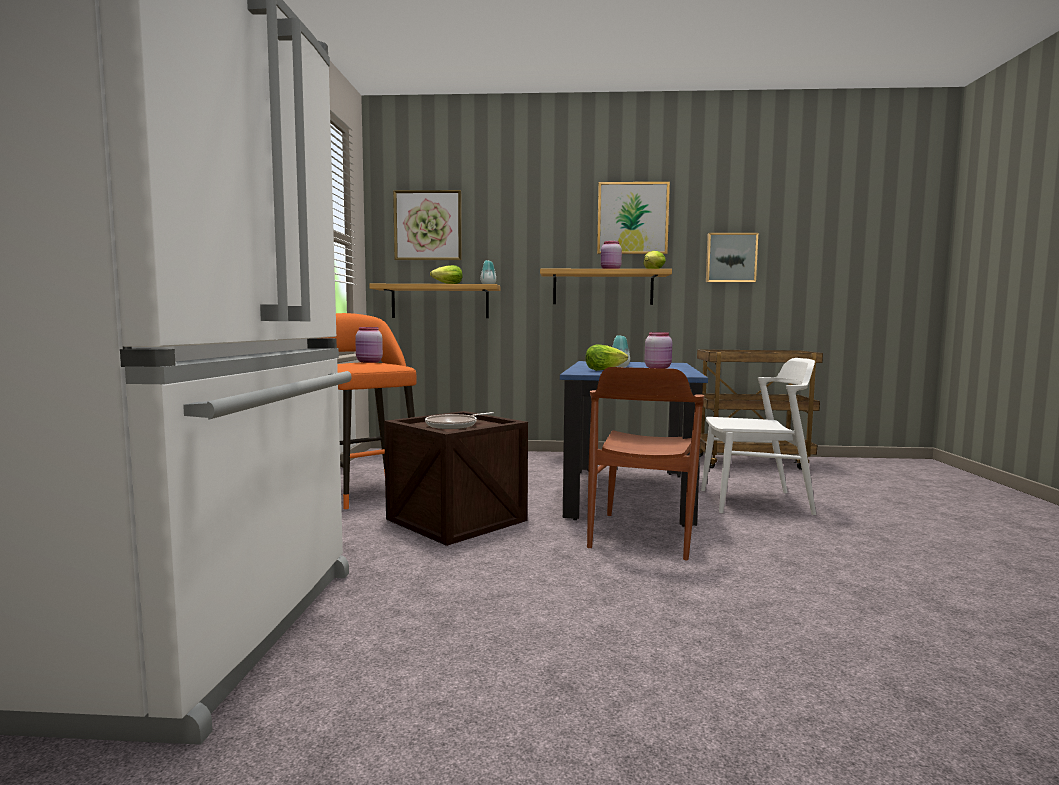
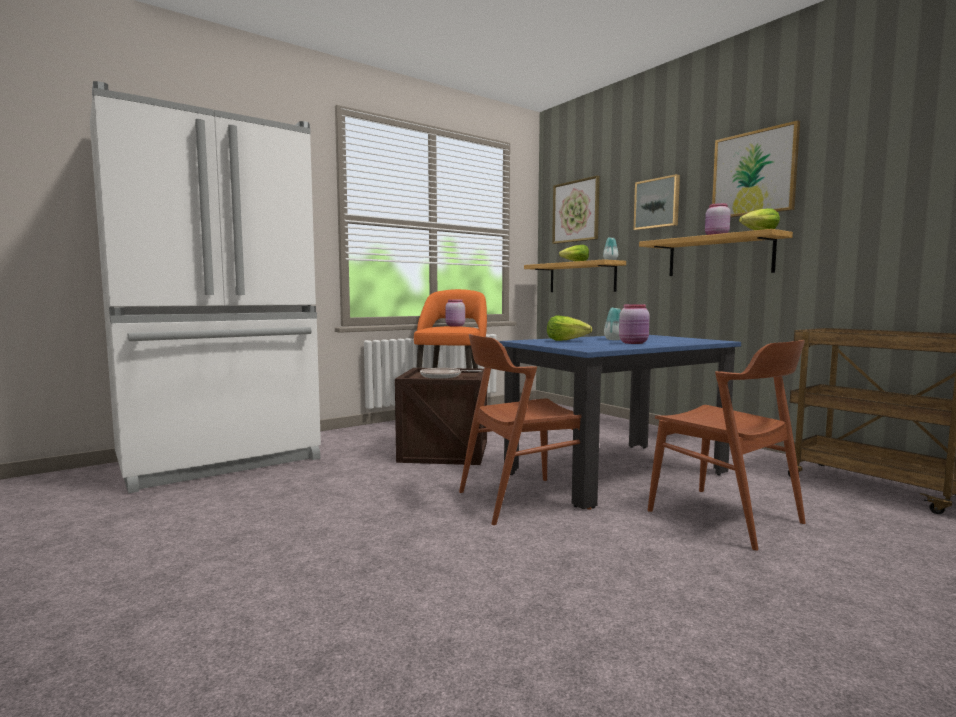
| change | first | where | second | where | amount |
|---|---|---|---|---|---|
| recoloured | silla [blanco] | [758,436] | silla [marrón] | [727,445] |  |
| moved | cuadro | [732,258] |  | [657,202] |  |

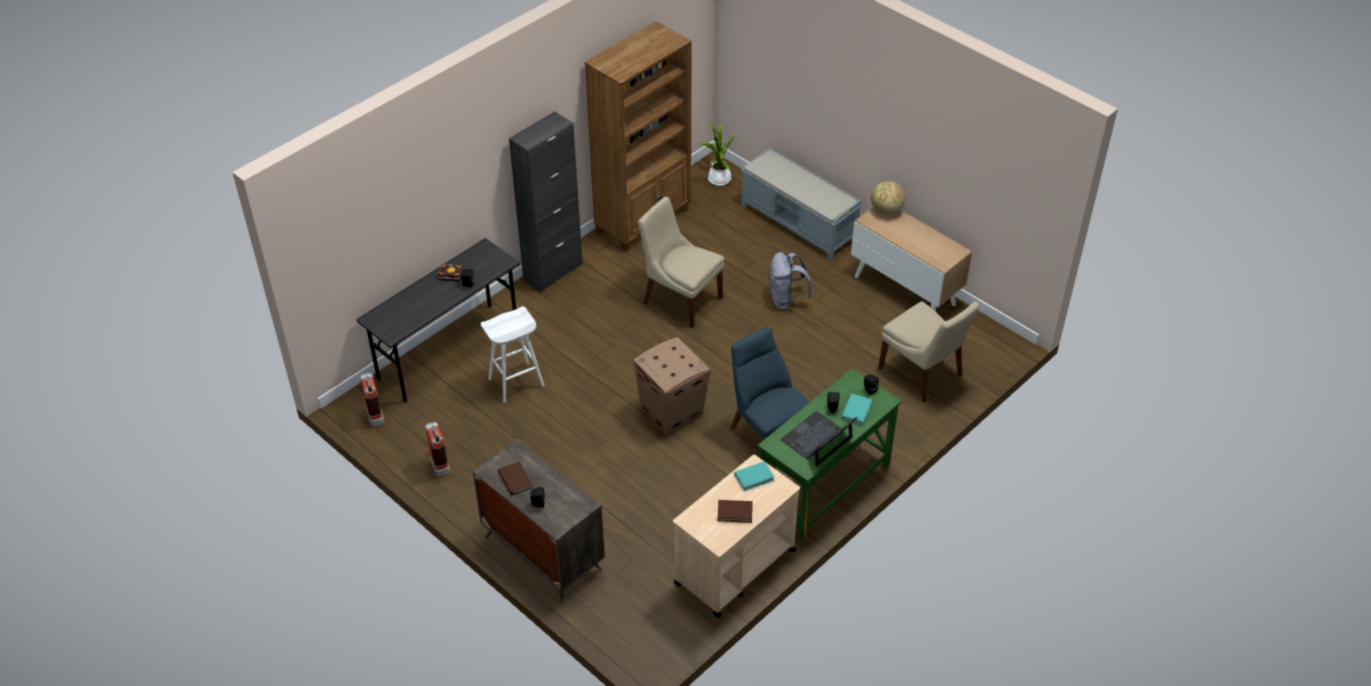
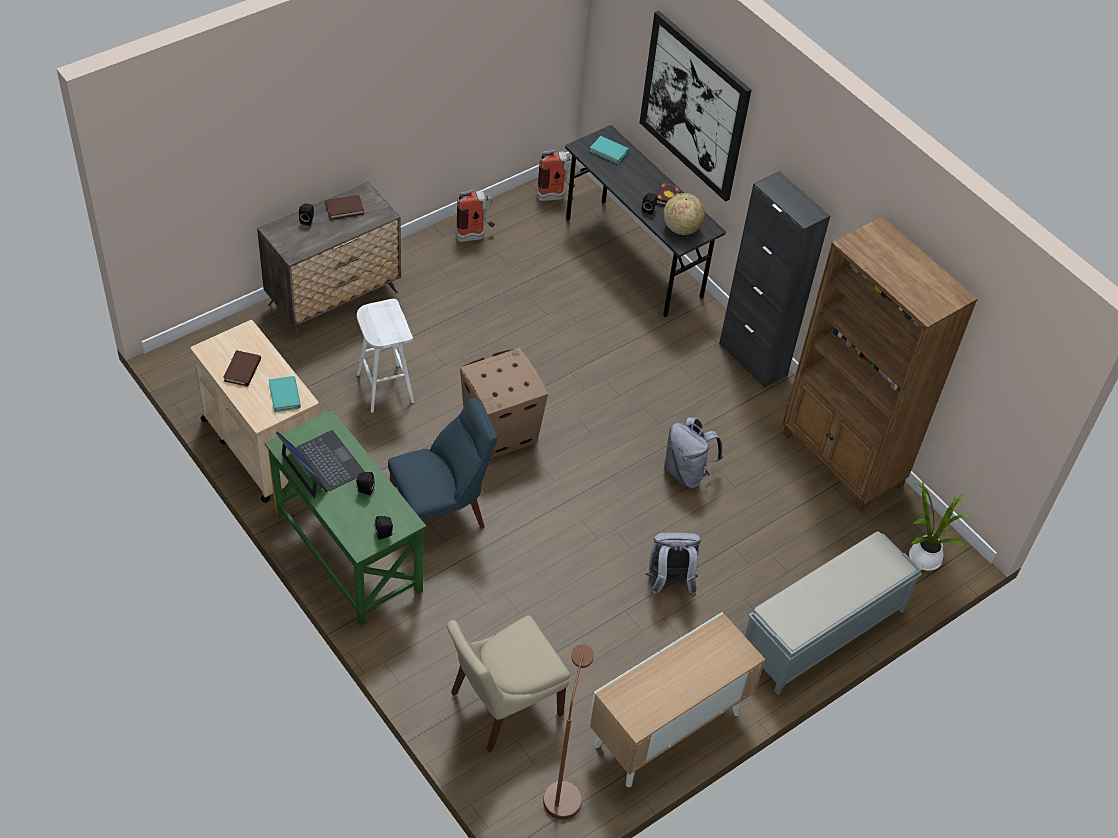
| change | first | where | second | where | amount |
|---|---|---|---|---|---|
| moved | taburete [blanco] | [513,354] |  | [385,356] |  |
| replaced | silla [beis] | [681,262] | mochila [gris] | [693,452] |  |
| moved | libro [turquesa] | [856,409] |  | [609,150] |  |
| moved | globo terráqueo | [888,198] |  | [684,214] |  |
| added |  |  | lámpara de pie [marrón] | [568,731] |  |
| added |  |  | cuadro | [695,106] |  |

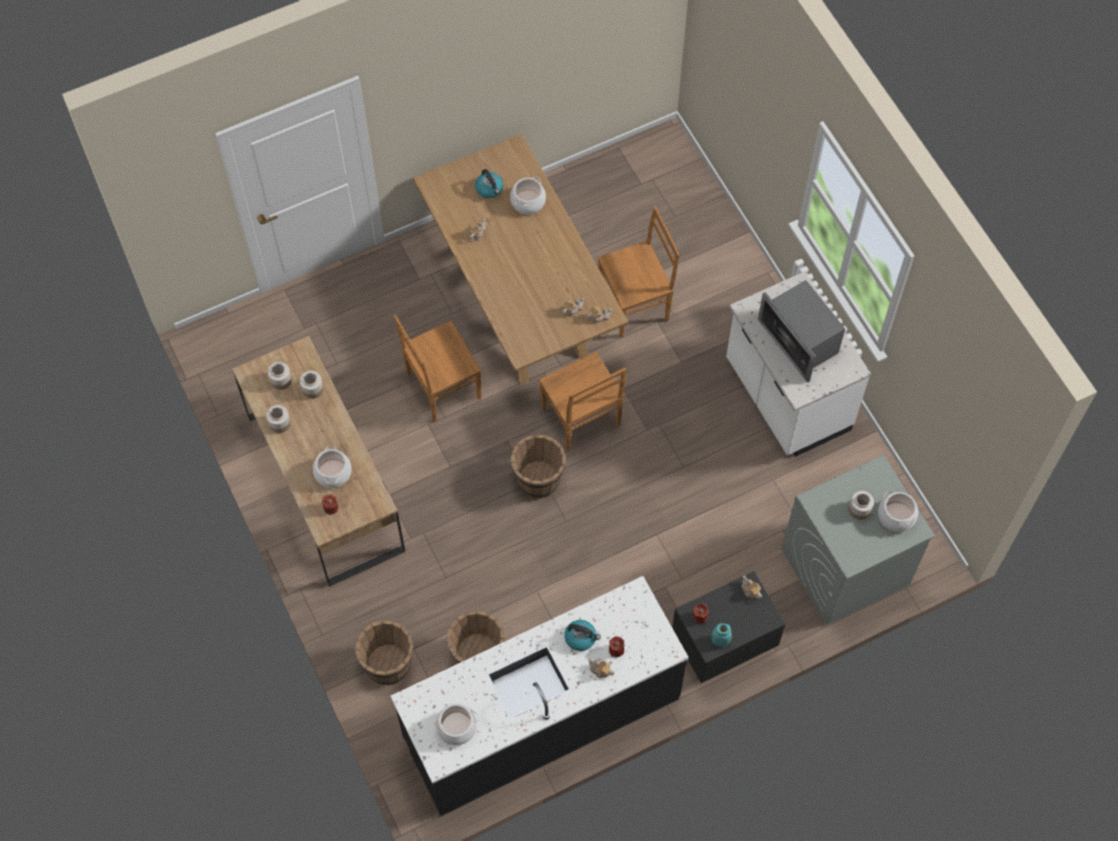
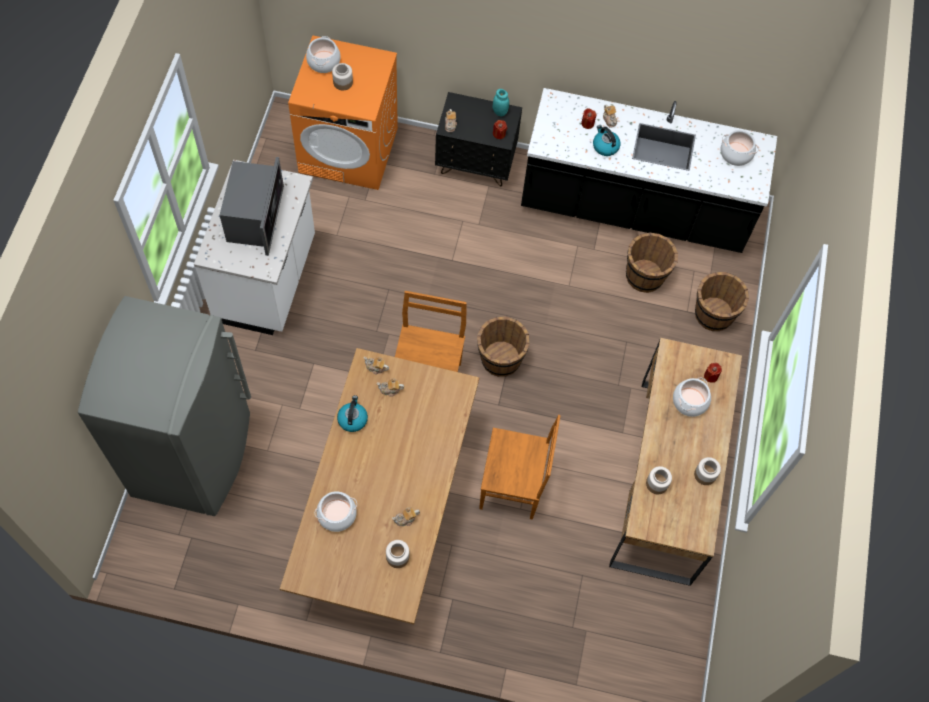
| change | first | where | second | where | amount |
|---|---|---|---|---|---|
| moved | tarro | [280,376] |  | [397,554] |  |
| moved | hervidor | [489,183] |  | [352,413] |  |
| removed | silla [marrón] | [638,271] |  |  |  |
| recoloured | lavadora [gris] | [858,540] | lavadora [naranja] | [343,112] |  |
| added |  |  | nevera [gris] | [164,406] |  |

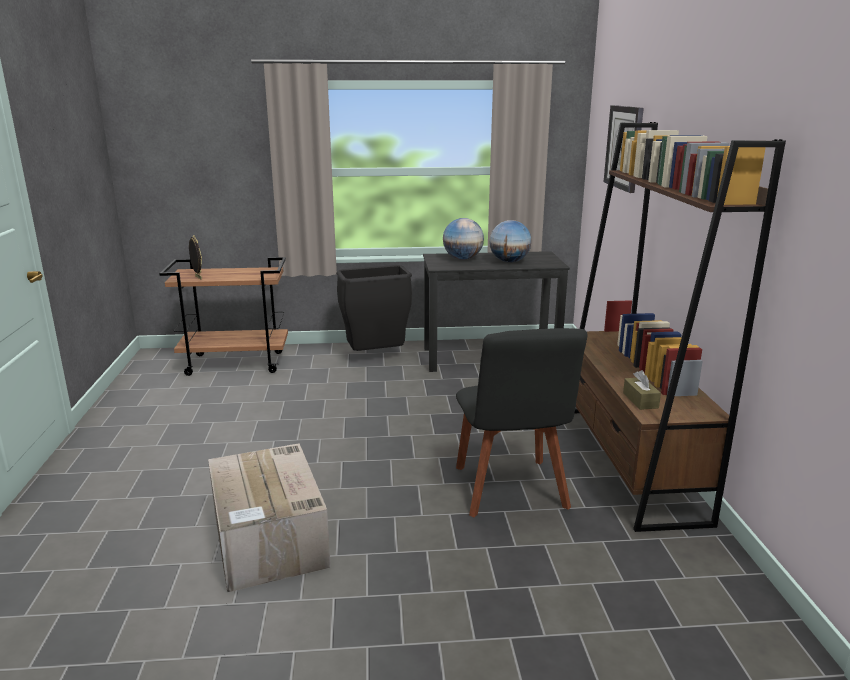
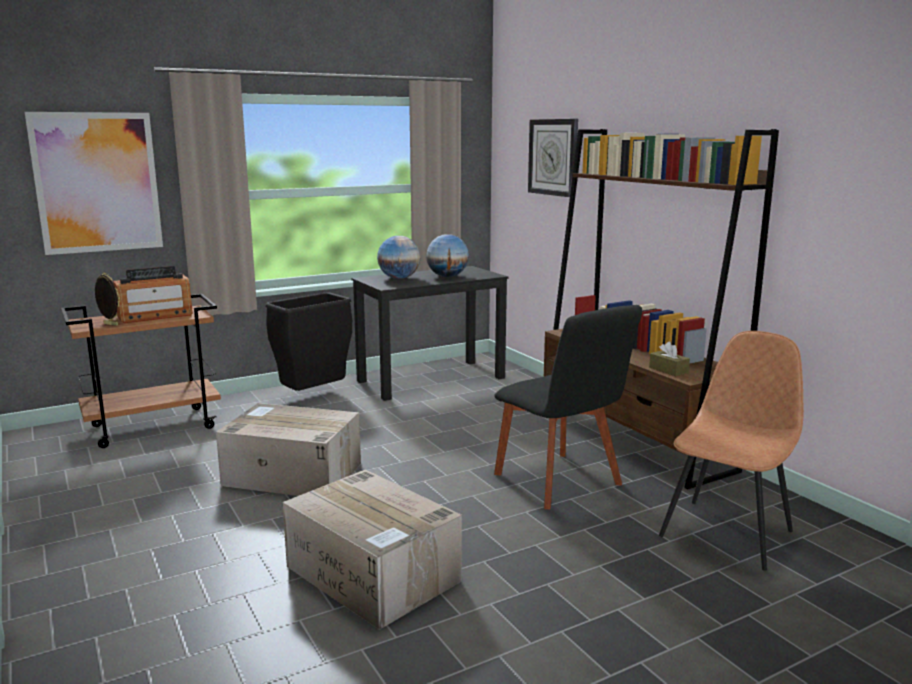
| change | first | where | second | where | amount |
|---|---|---|---|---|---|
| added |  |  | cuadro | [94,183] |  |
| added |  |  | radio | [153,294] |  |
| added |  |  | caja de cartón | [288,449] |  |
| added |  |  | silla [marrón] | [731,451] |  |

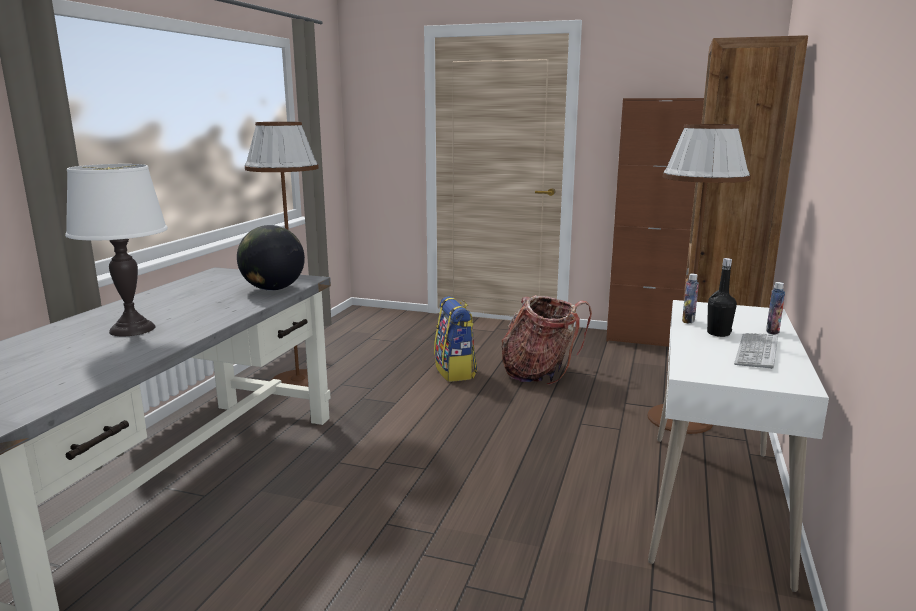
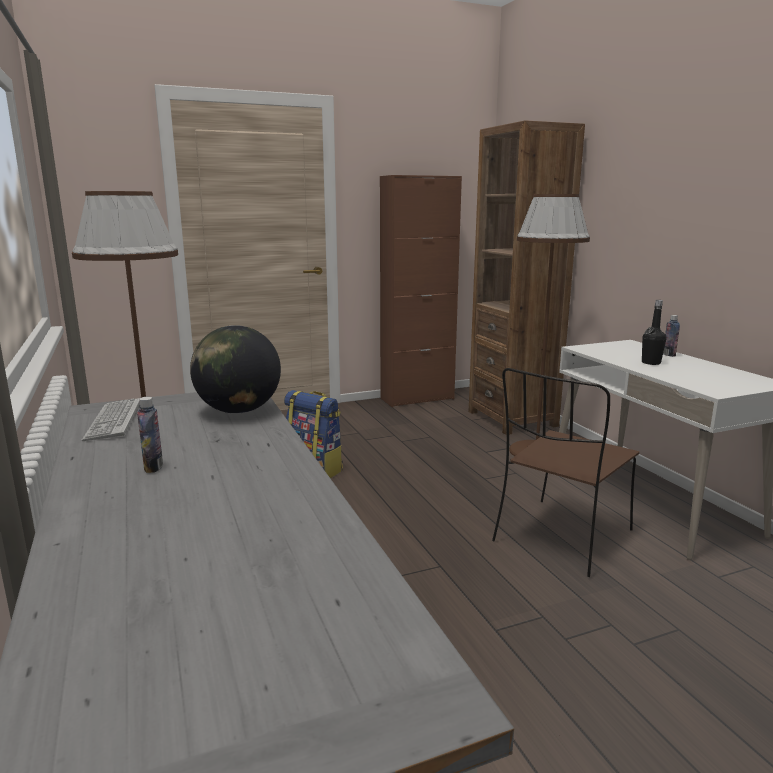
| change | first | where | second | where | amount |
|---|---|---|---|---|---|
| removed | lámpara de mesa [blanco] | [116,250] |  |  |  |
| removed | mochila | [546,340] |  |  |  |
| moved | botella | [690,299] |  | [150,435] |  |
| moved | teclado | [756,351] |  | [111,419] |  |
| added |  |  | silla [marrón] | [565,472] |  |

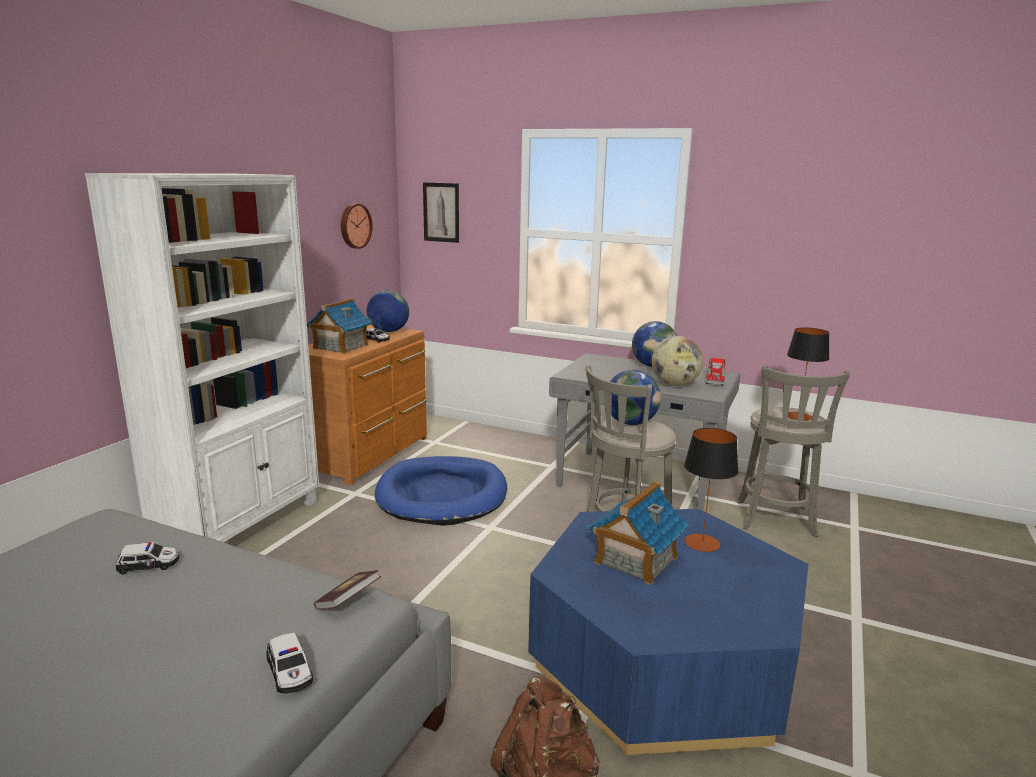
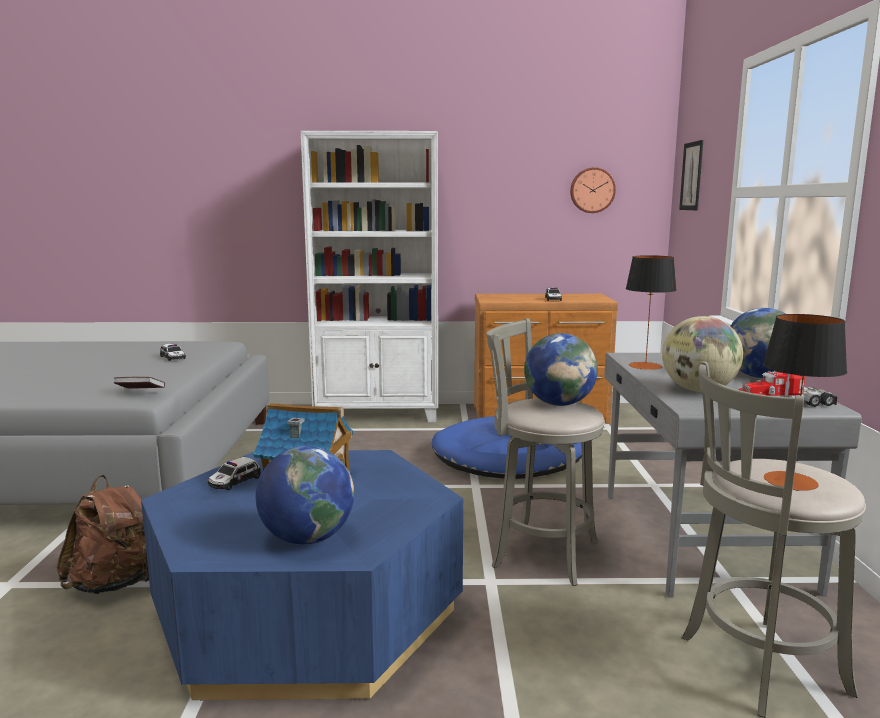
| change | first | where | second | where | amount |
|---|---|---|---|---|---|
| moved | coche de juguete | [289,662] |  | [234,473] |  |
| removed | casita | [339,326] |  |  |  |
| moved | globo terráqueo | [388,311] |  | [305,495] |  |
| moved | lámpara de mesa | [711,490] |  | [651,312] |  |

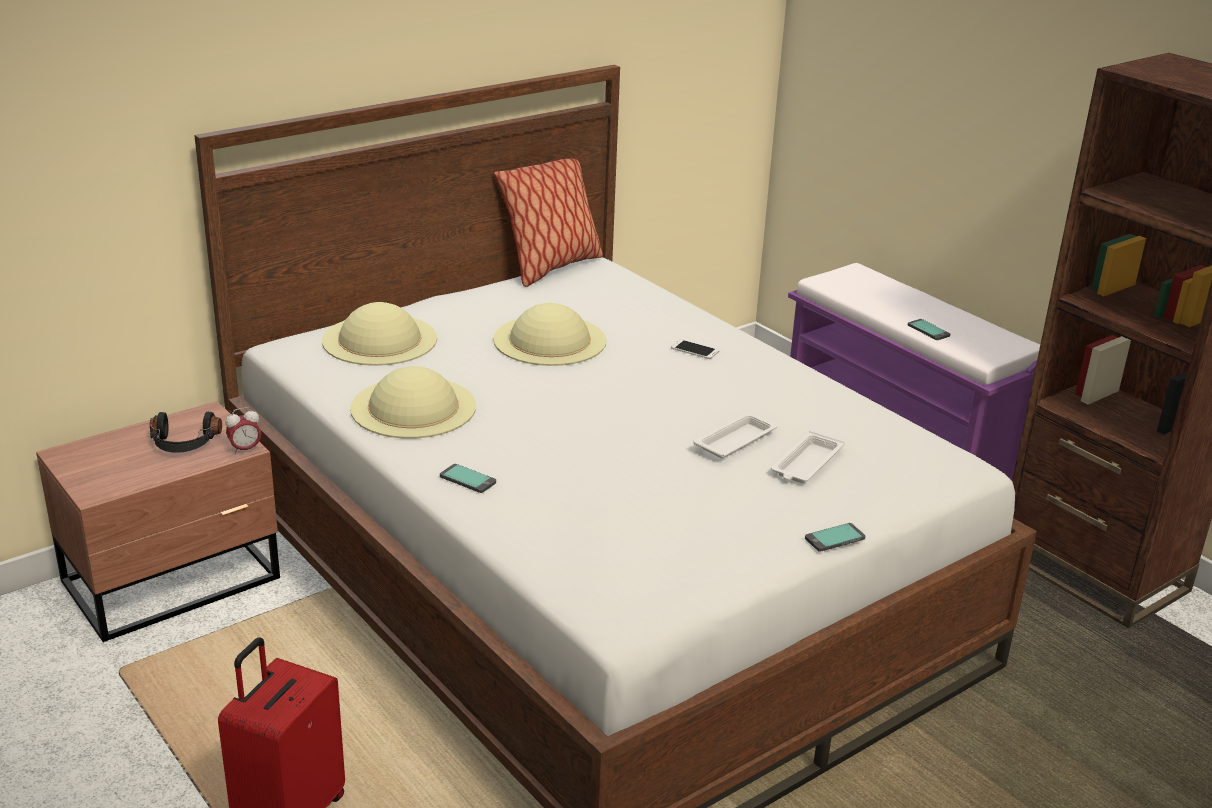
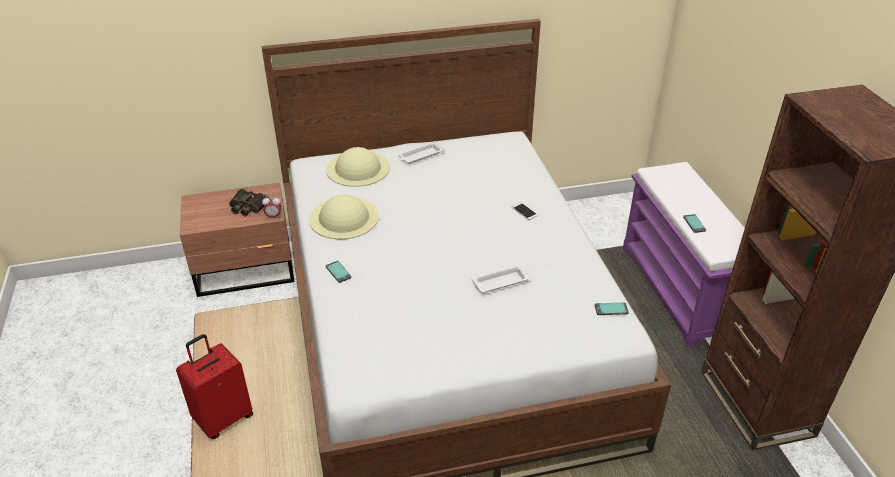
| change | first | where | second | where | amount |
|---|---|---|---|---|---|
| replaced | auriculares [negro] | [186,432] | prismáticos | [249,203] |  |
| removed | sombrero [beis] | [549,334] |  |  |  |
| removed | cojín | [548,223] |  |  |  |
| moved | bandeja [blanco] | [808,456] |  | [421,152] |  |
| moved | móvil | [835,537] |  | [612,309] |  |

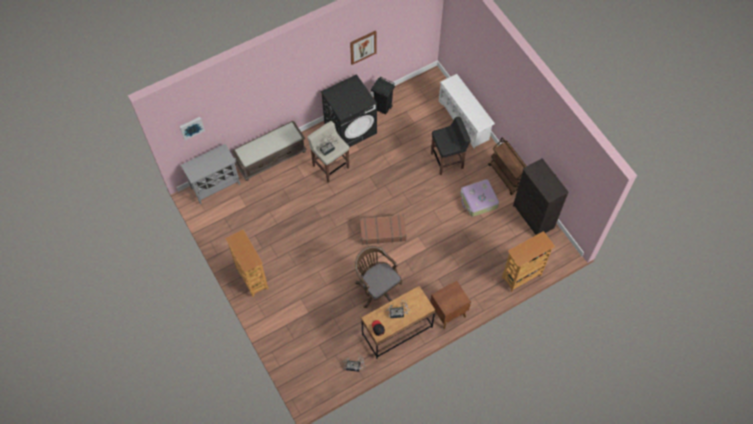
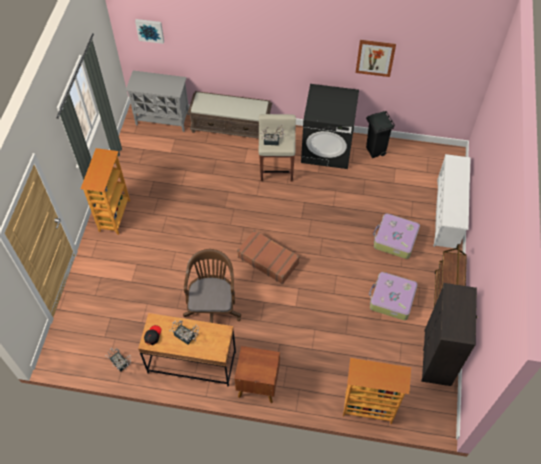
| change | first | where | second | where | amount |
|---|---|---|---|---|---|
| replaced | taburete [negro] | [451,146] | maleta | [396,236] |  |

